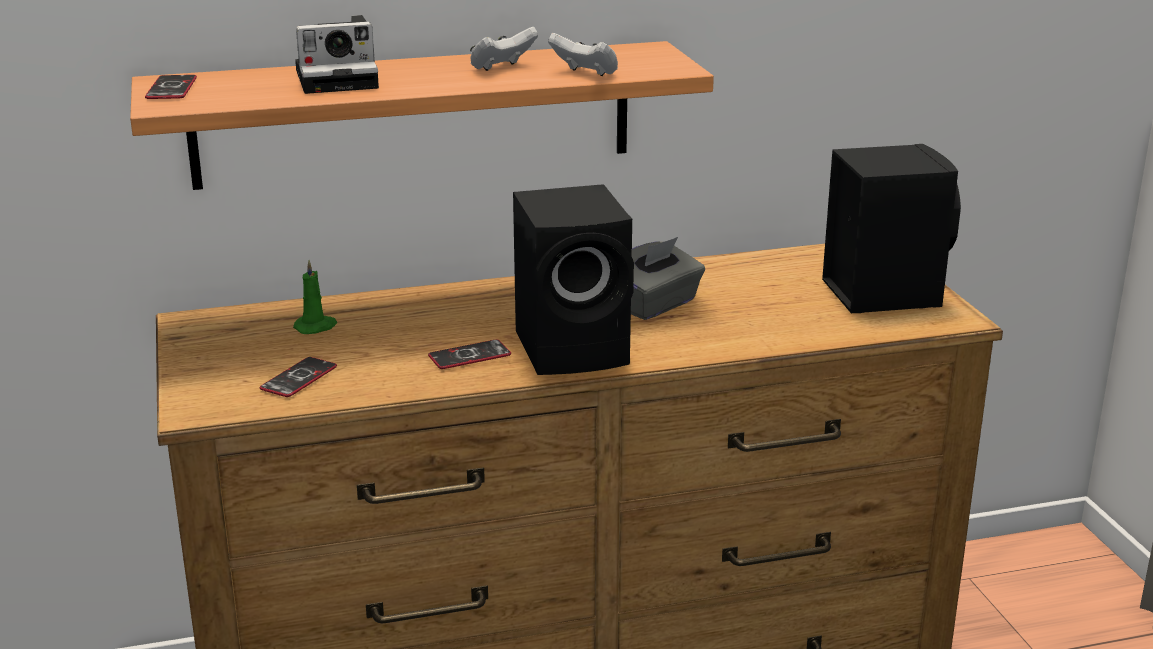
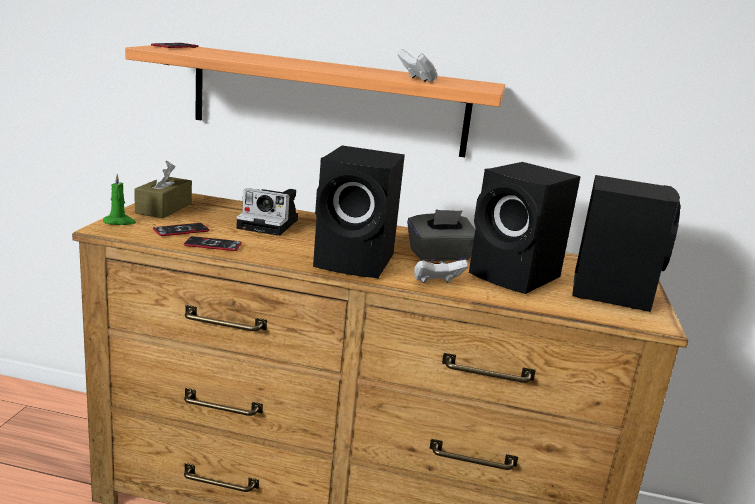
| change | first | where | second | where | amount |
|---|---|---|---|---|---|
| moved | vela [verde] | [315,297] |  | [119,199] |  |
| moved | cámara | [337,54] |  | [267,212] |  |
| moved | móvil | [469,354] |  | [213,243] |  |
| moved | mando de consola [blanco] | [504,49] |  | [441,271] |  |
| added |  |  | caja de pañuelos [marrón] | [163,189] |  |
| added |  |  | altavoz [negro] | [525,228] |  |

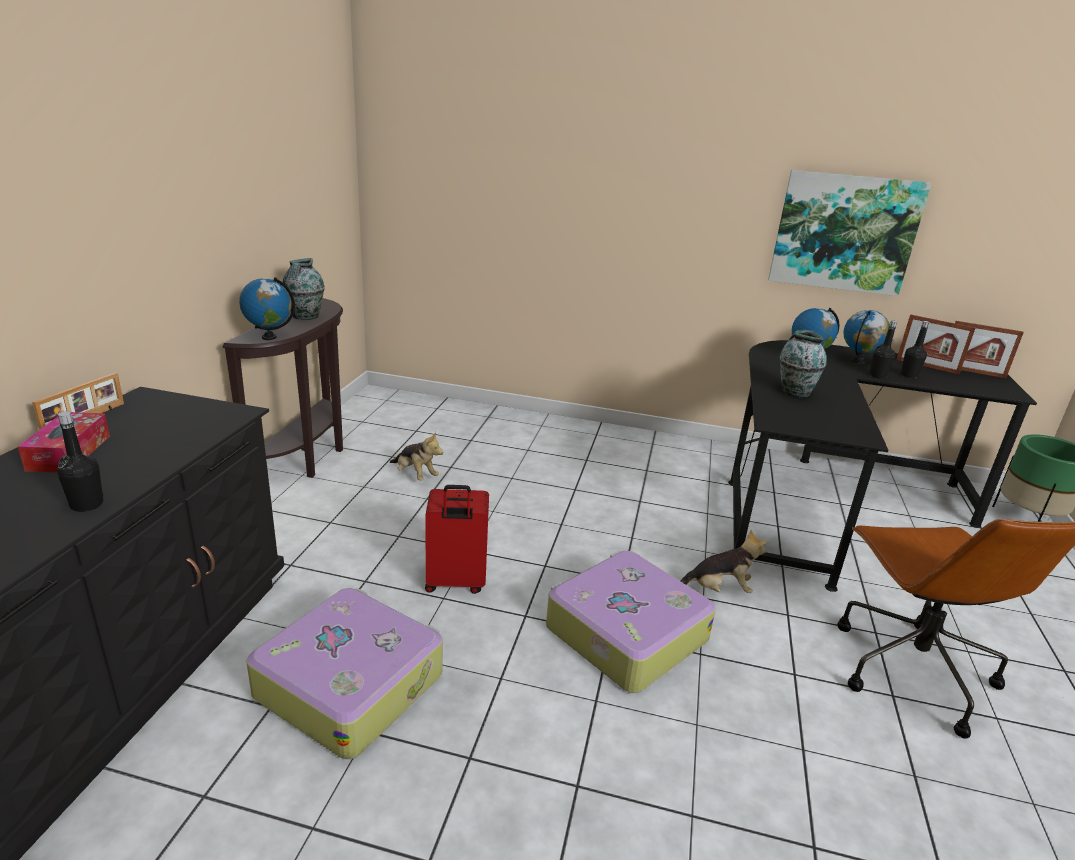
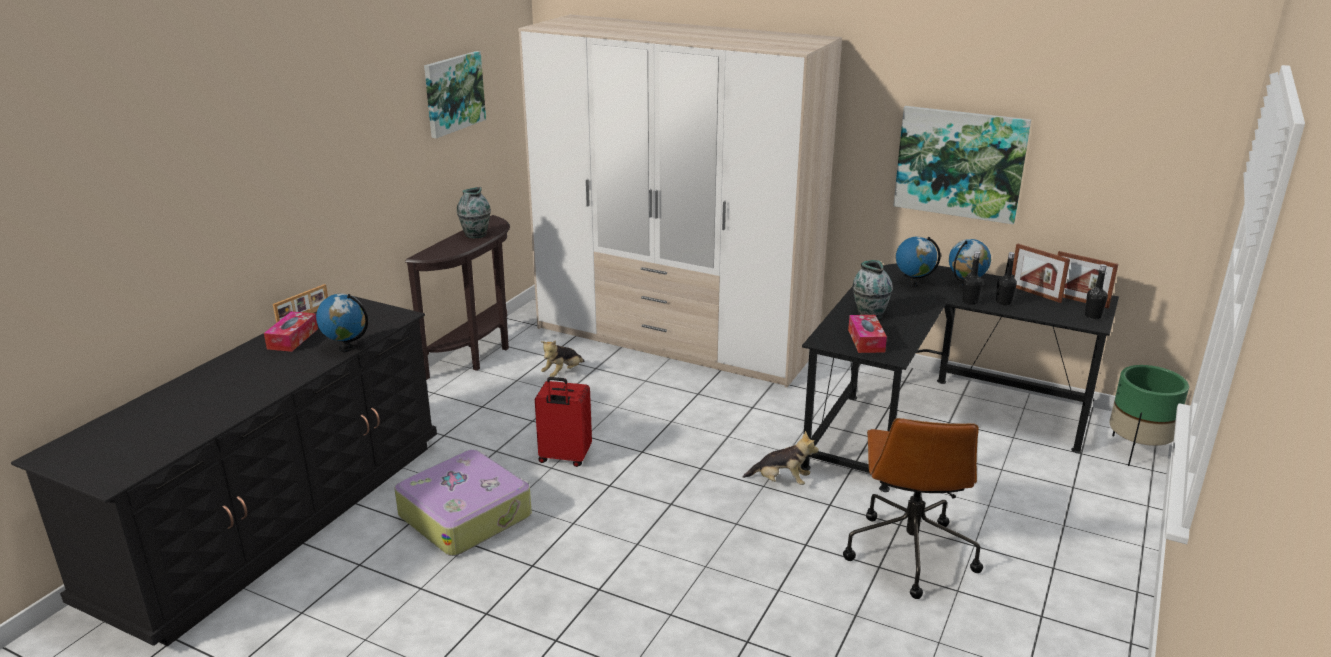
| change | first | where | second | where | amount |
|---|---|---|---|---|---|
| moved | botella [negro] | [80,461] |  | [1096,291] |  |
| moved | globo terráqueo | [267,308] |  | [342,322] |  |
| turned | peluche | [416,456] |  | [562,358] | 75 degrees clockwise |
| removed | maleta | [631,622] |  |  |  |
| added |  |  | cuadro | [455,94] |  |
| added |  |  | armario ropero | [680,201] |  |
| added |  |  | caja de pañuelos | [867,334] |  |

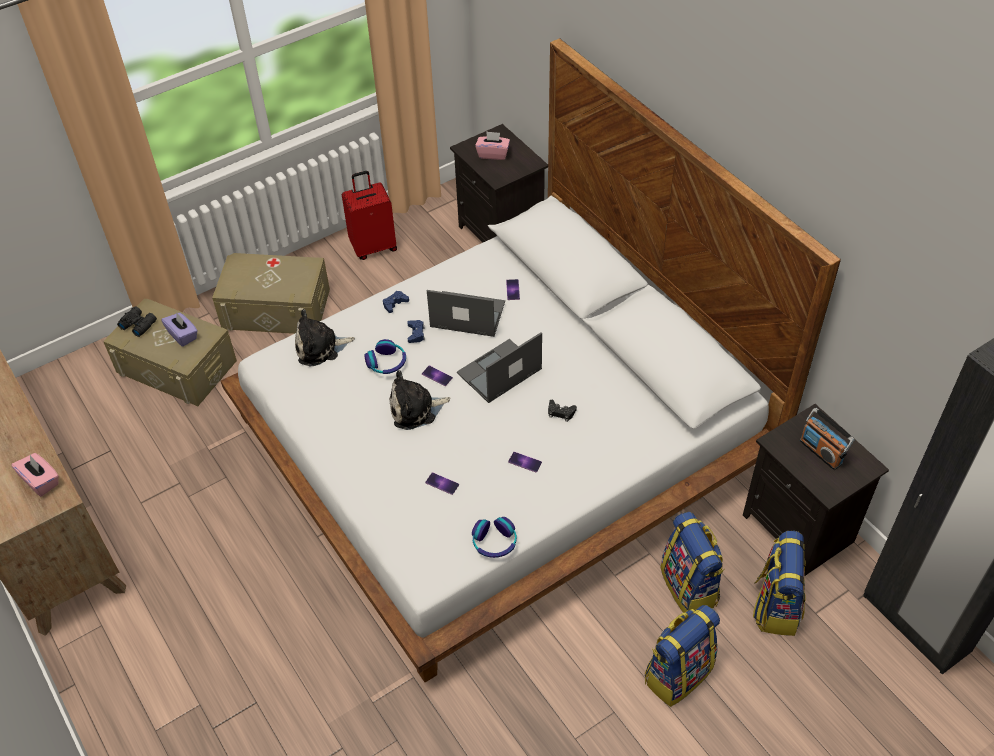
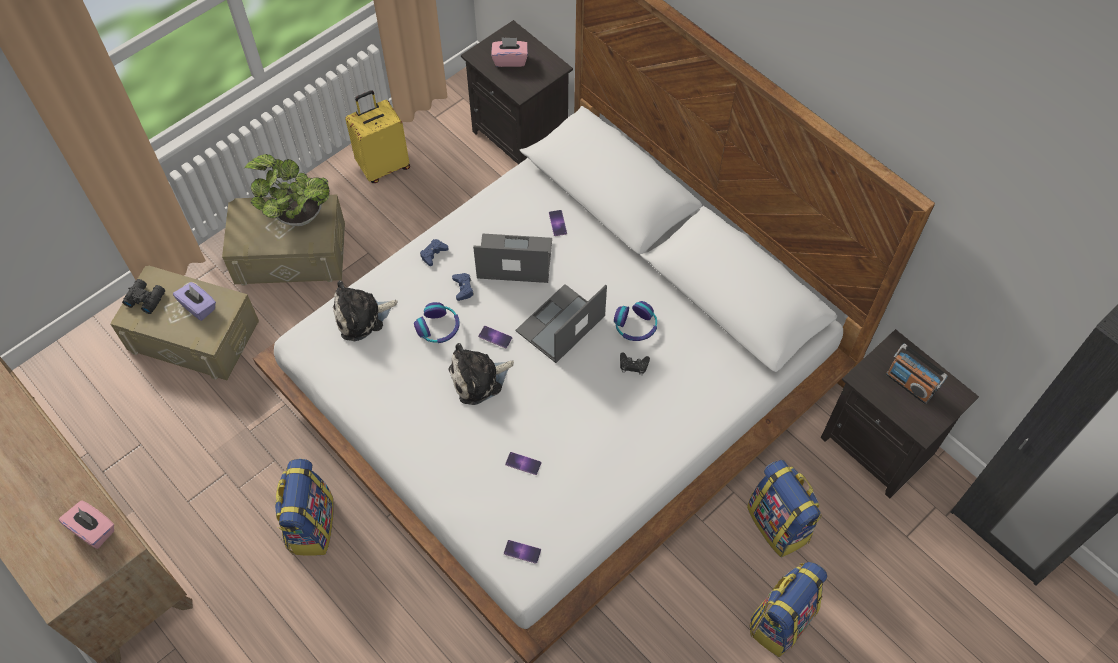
| change | first | where | second | where | amount |
|---|---|---|---|---|---|
| recoloured | maleta [rojo] | [369,215] | maleta [amarillo] | [377,136] |  |
| moved | auriculares | [494,537] |  | [635,321] |  |
| moved | móvil | [525,462] |  | [522,552] |  |
| moved | mochila | [779,583] |  | [304,507] |  |
| added |  |  | planta en maceta | [287,190] |  |

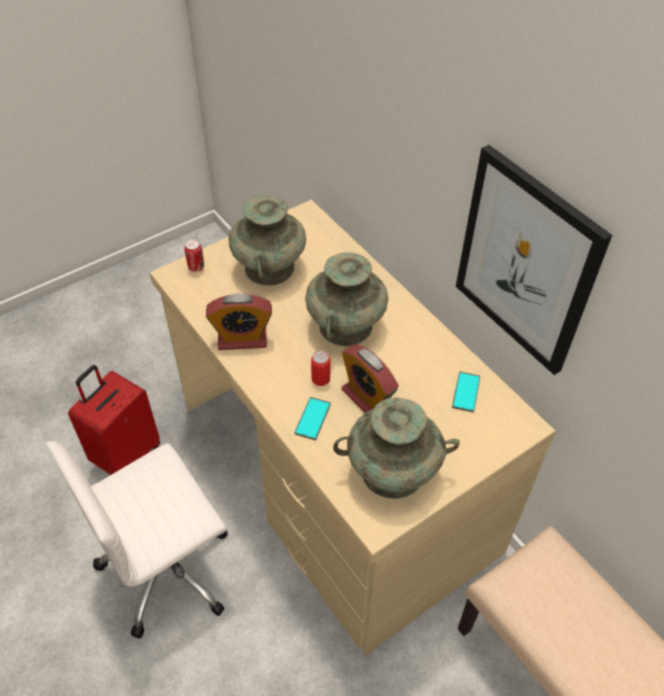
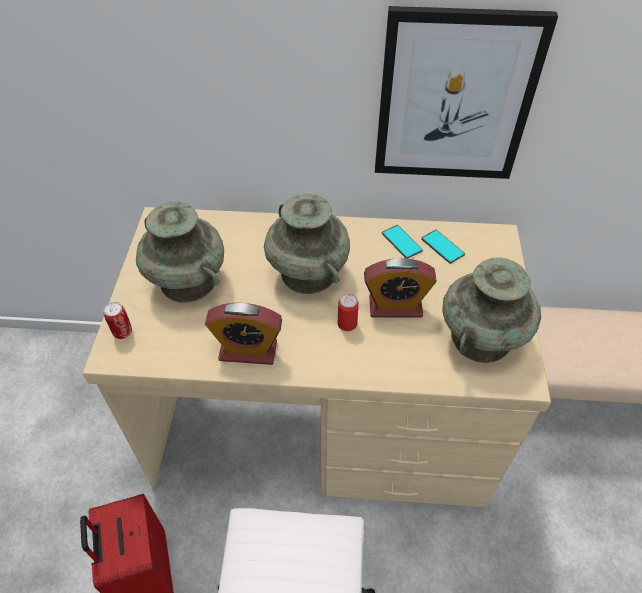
| change | first | where | second | where | amount |
|---|---|---|---|---|---|
| turned | despertador | [239,322] |  | [243,334] | 60 degrees clockwise |
| moved | móvil | [313,418] |  | [402,241] |  |

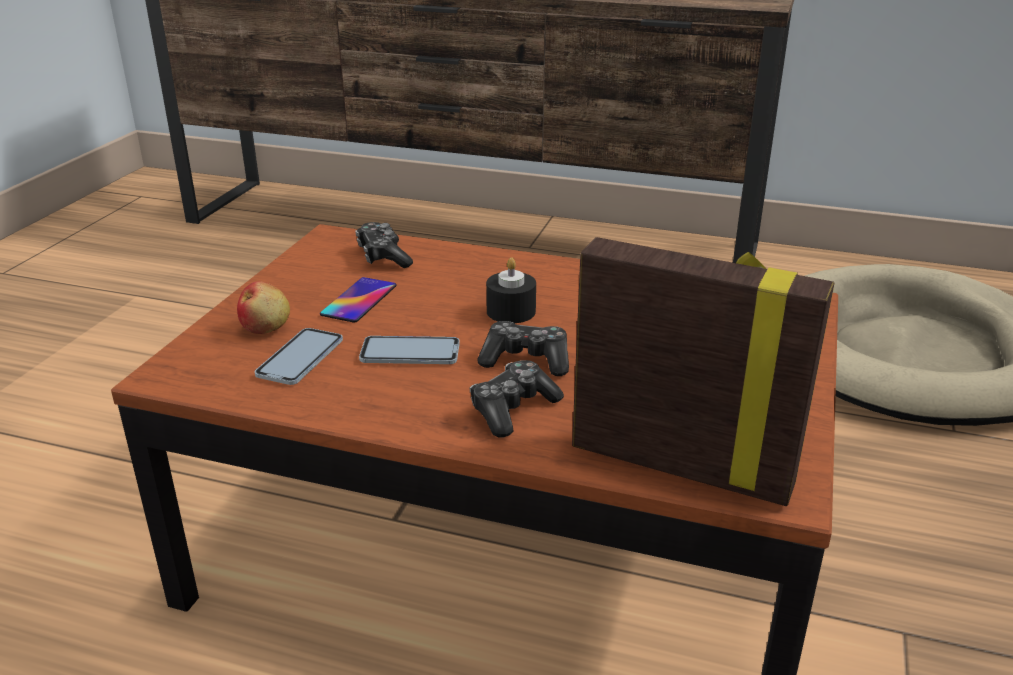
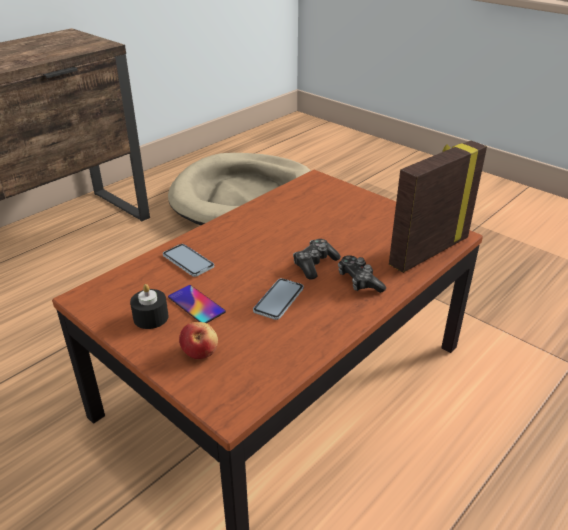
| change | first | where | second | where | amount |
|---|---|---|---|---|---|
| moved | móvil | [299,356] |  | [188,260] |  |
| removed | mando de consola | [384,245] |  |  |  |
| moved | vela [negro] | [511,290] |  | [149,306] |  |

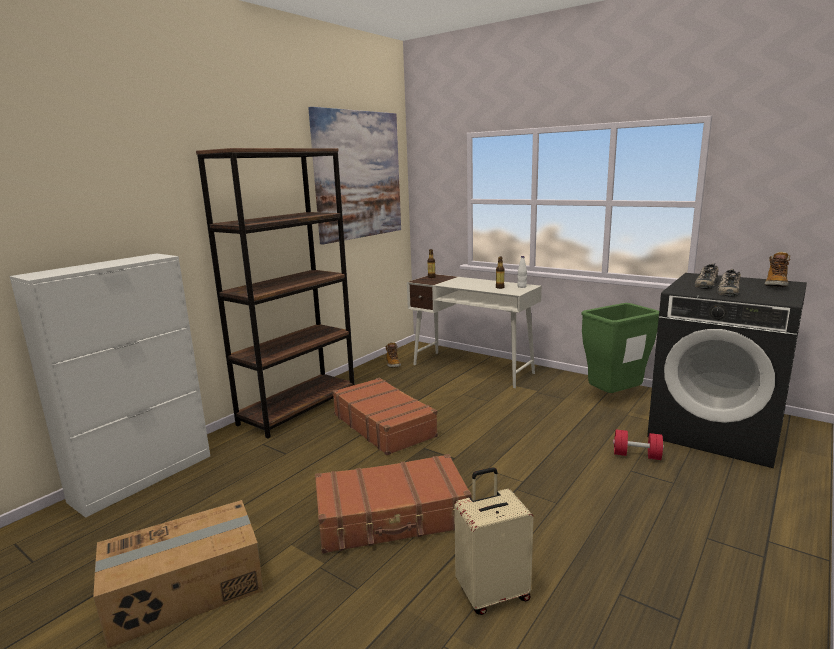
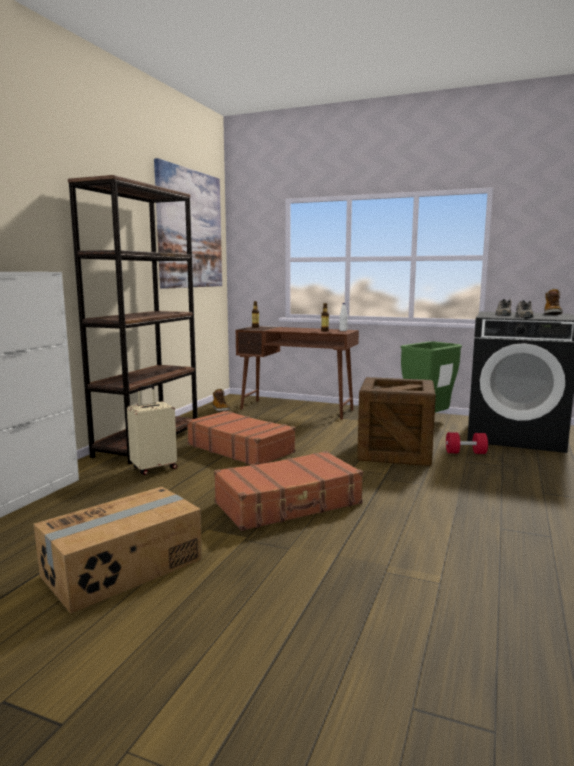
| change | first | where | second | where | amount |
|---|---|---|---|---|---|
| recoloured | escritorio [blanco] | [474,331] | escritorio [marrón] | [297,373] |  |
| moved | maleta [beis] | [493,541] |  | [152,430] |  |
| added |  |  | caja de embalaje | [396,421] |  |

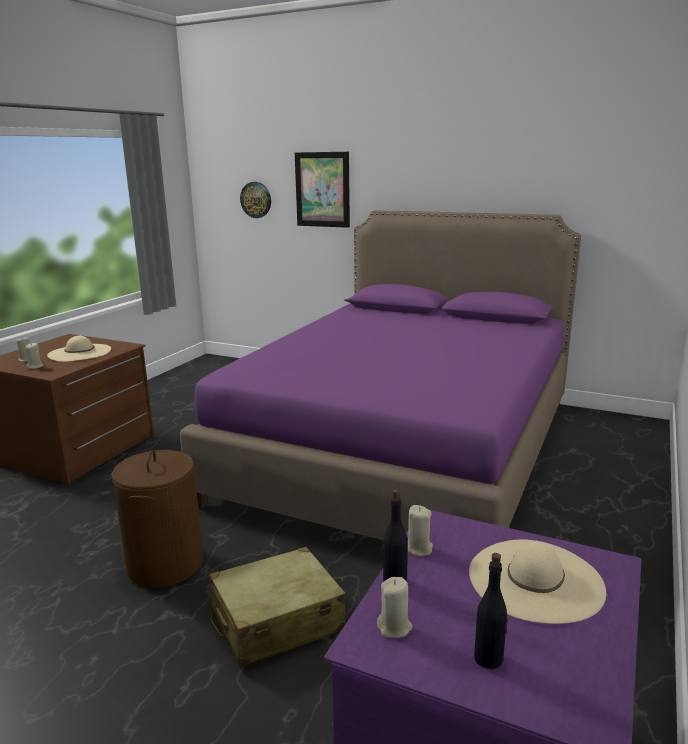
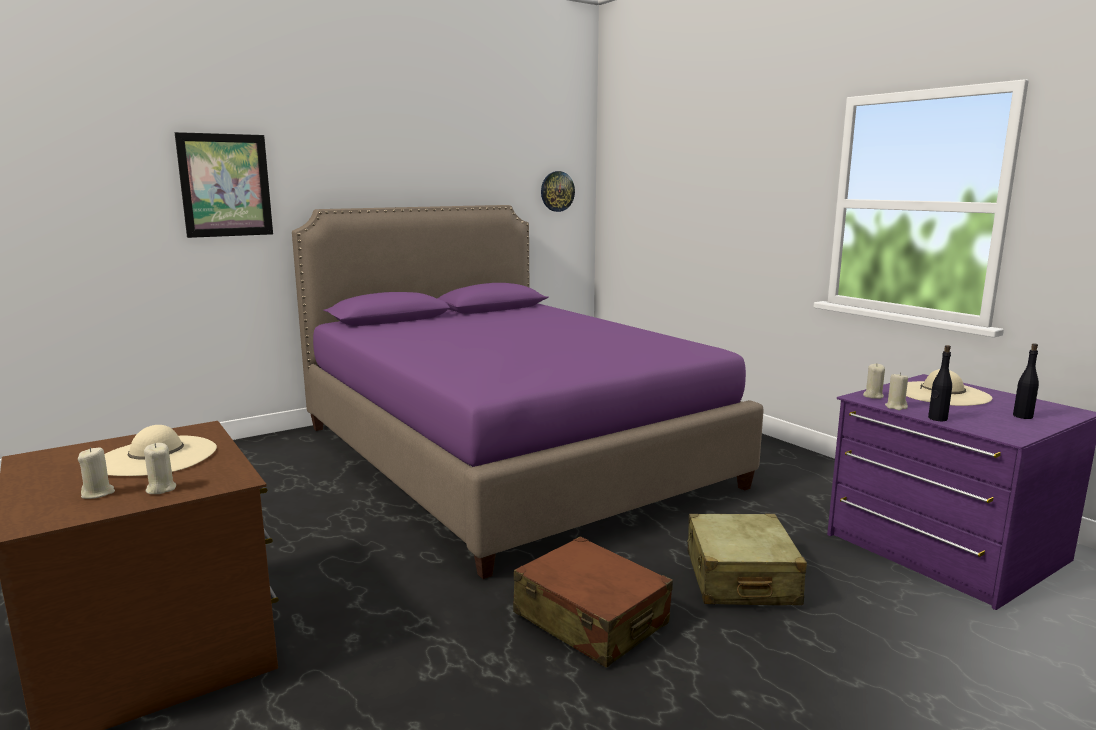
| change | first | where | second | where | amount |
|---|---|---|---|---|---|
| replaced | cesto de la ropa [marrón] | [157,519] | maleta [marrón] | [593,602] |  |
| moved | reloj de pared | [255,200] |  | [558,191] |  |
| moved | vela [beis] | [395,607] |  | [874,381] |  |

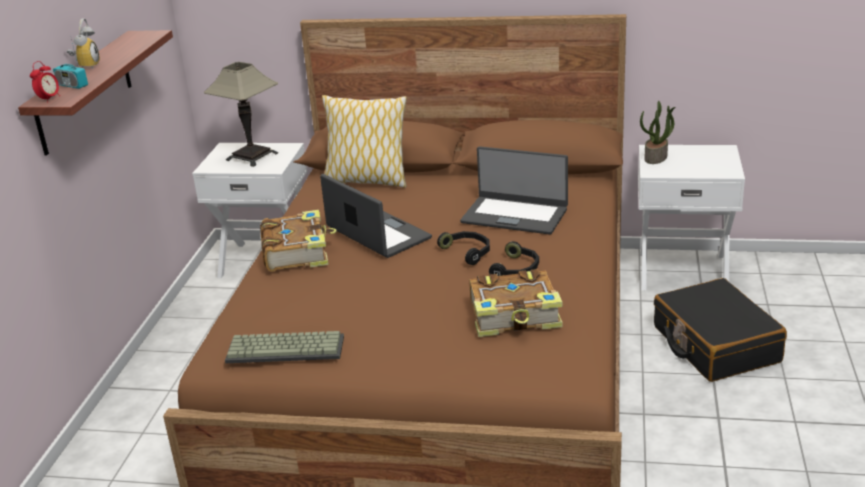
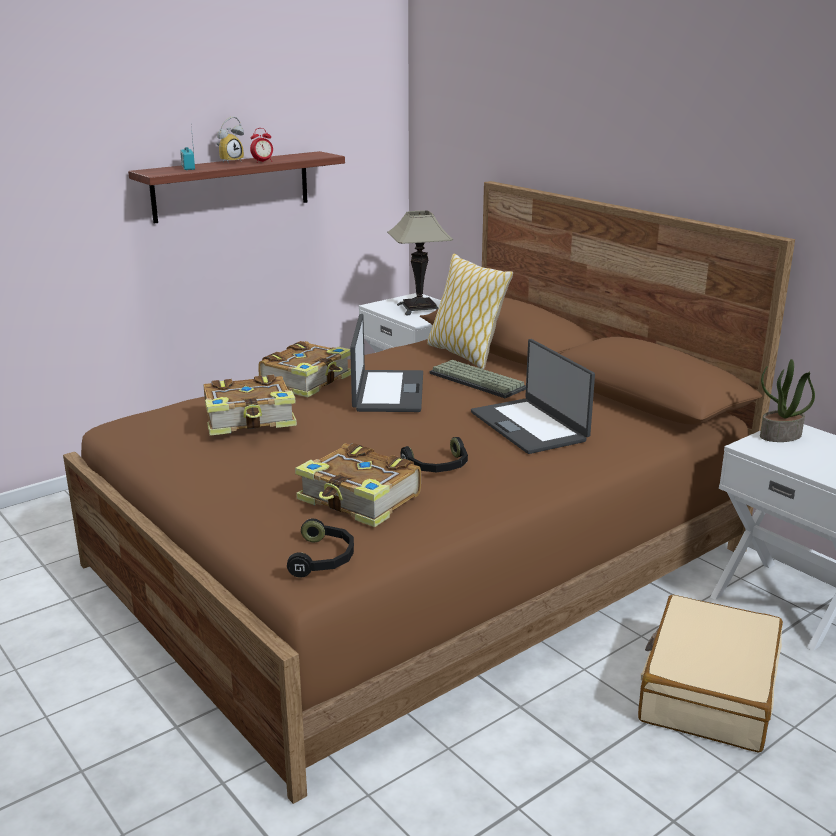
| change | first | where | second | where | amount |
|---|---|---|---|---|---|
| moved | despertador | [45,81] |  | [261,145] |  |
| moved | teclado | [284,347] |  | [478,379] |  |
| moved | auriculares [negro] | [463,248] |  | [320,548] |  |
| recoloured | maleta [negro] | [720,330] | maleta [beis] | [710,674] |  |
| added |  |  | libro | [250,405] |  |

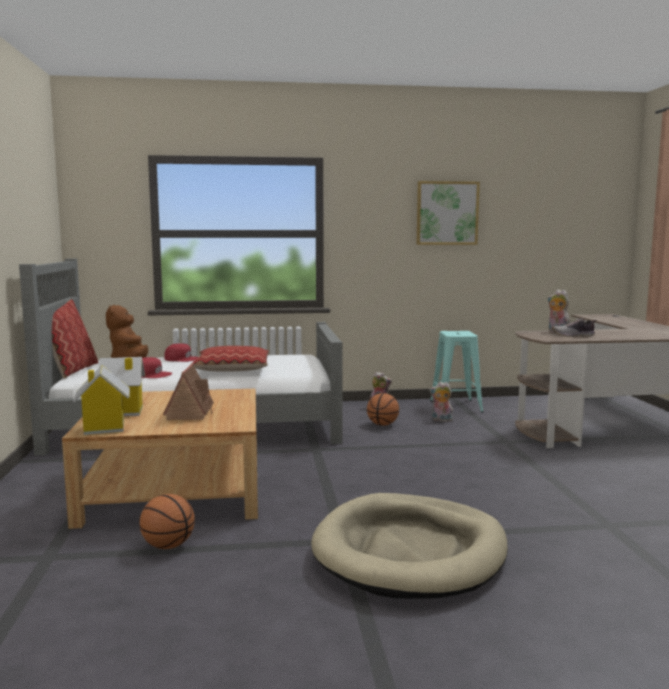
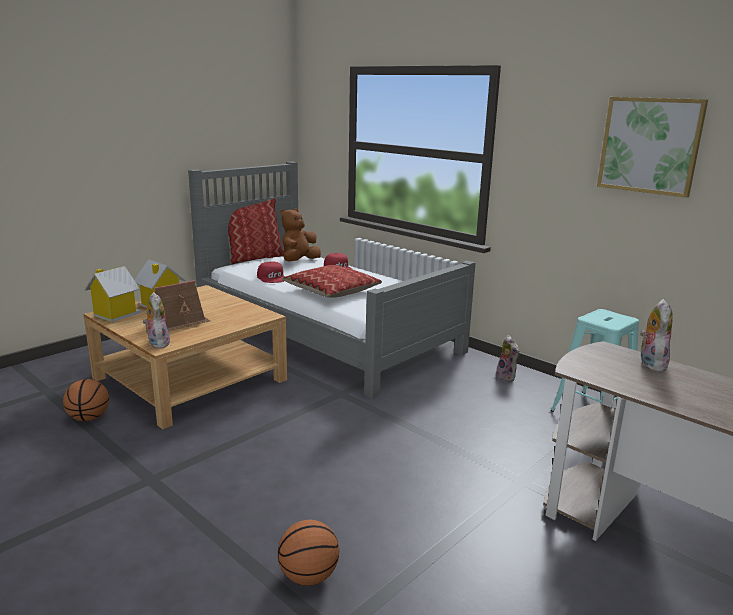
| change | first | where | second | where | amount |
|---|---|---|---|---|---|
| removed | cama para perro [beis] | [409,546] |  |  |  |
| moved | balón de baloncesto | [383,409] |  | [308,553] |  |
| moved | peluche | [441,402] |  | [156,320] |  |
| removed | zapato | [574,327] |  |  |  |

